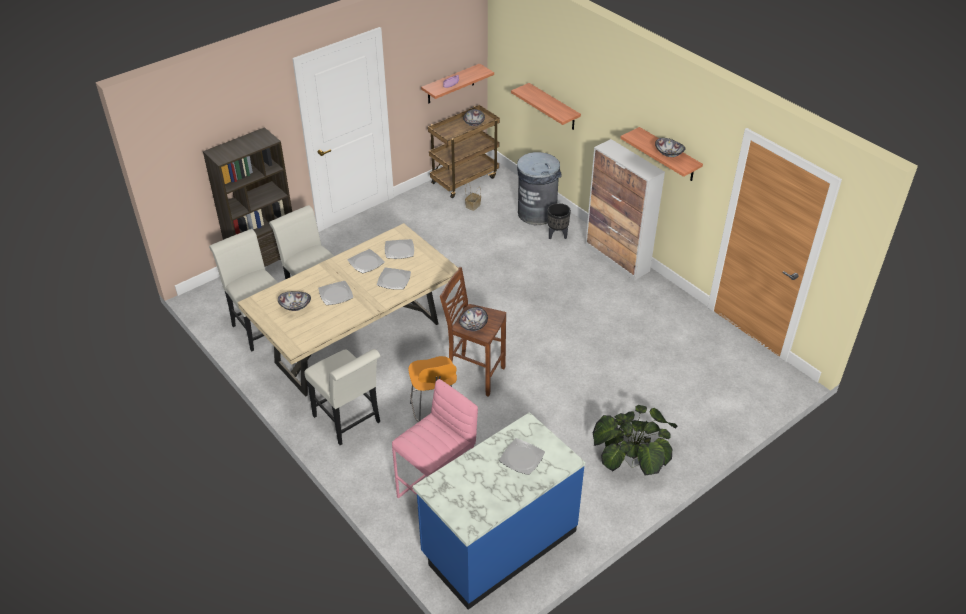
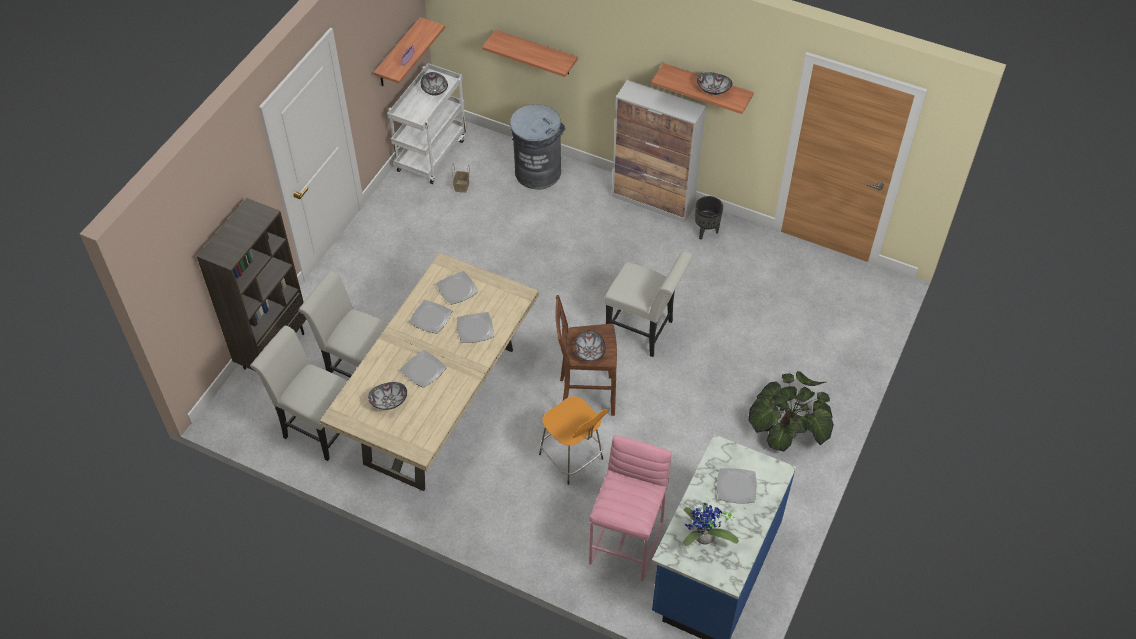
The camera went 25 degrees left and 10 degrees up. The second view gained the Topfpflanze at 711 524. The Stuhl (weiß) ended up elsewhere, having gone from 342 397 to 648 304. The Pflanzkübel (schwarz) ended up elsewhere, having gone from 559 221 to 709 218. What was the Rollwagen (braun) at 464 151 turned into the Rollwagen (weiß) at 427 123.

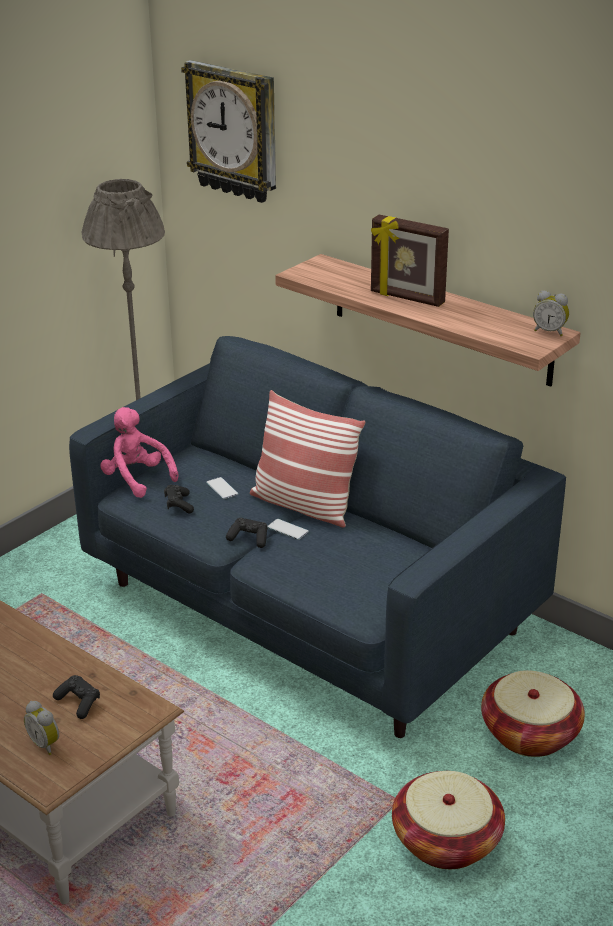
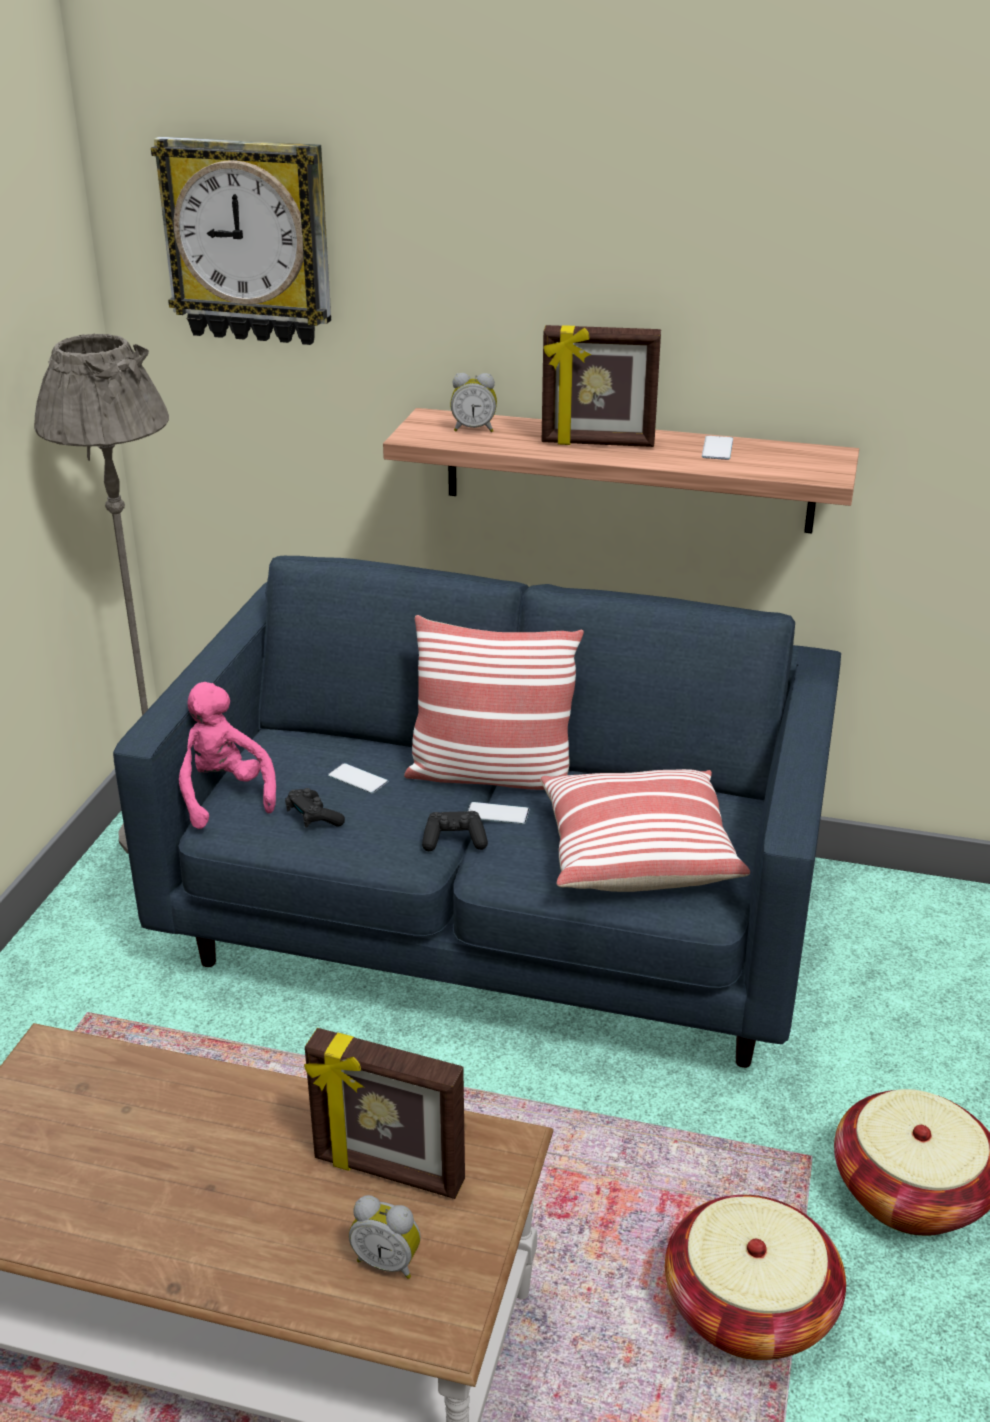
The camera went 25 degrees left and 0 degrees up. The second view gained the Kissen at 645 830. The second view gained the Handy at 717 448. The Korb ended up elsewhere, having gone from 533 713 to 755 1277. The Wecker ended up elsewhere, having gone from 551 313 to 473 402. Where the Gamepad (schwarz) stood at 76 697, the Bilderrahmen came to stand at 384 1113. The Plüschtier (rosa) at 139 452 ended up facing another way, 45 degrees clockwise from before.

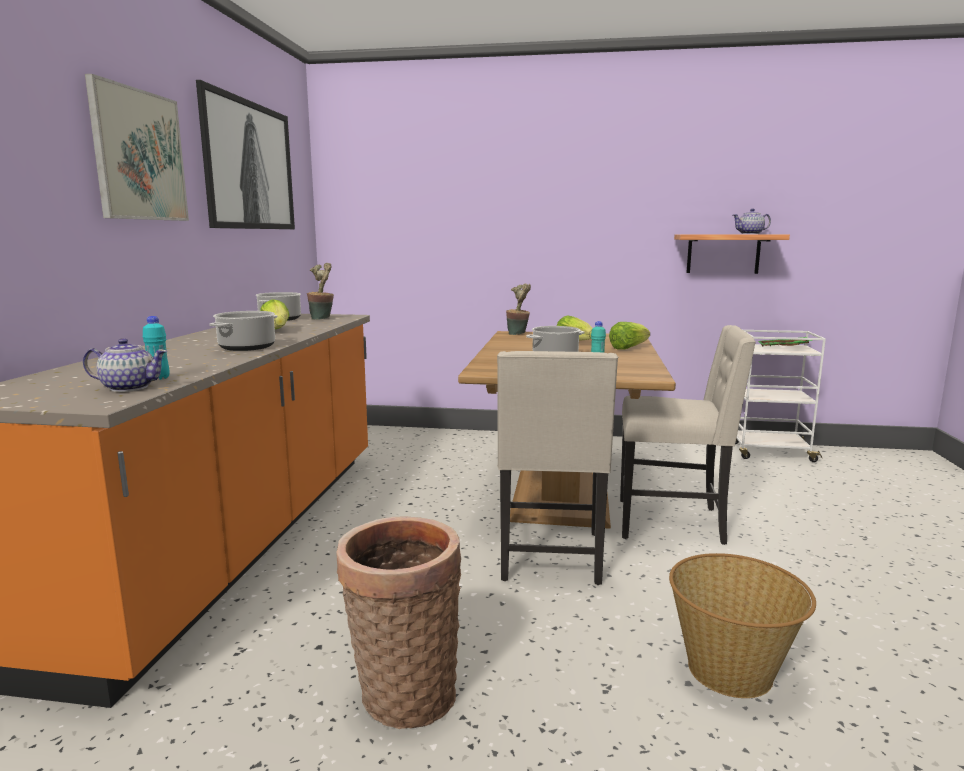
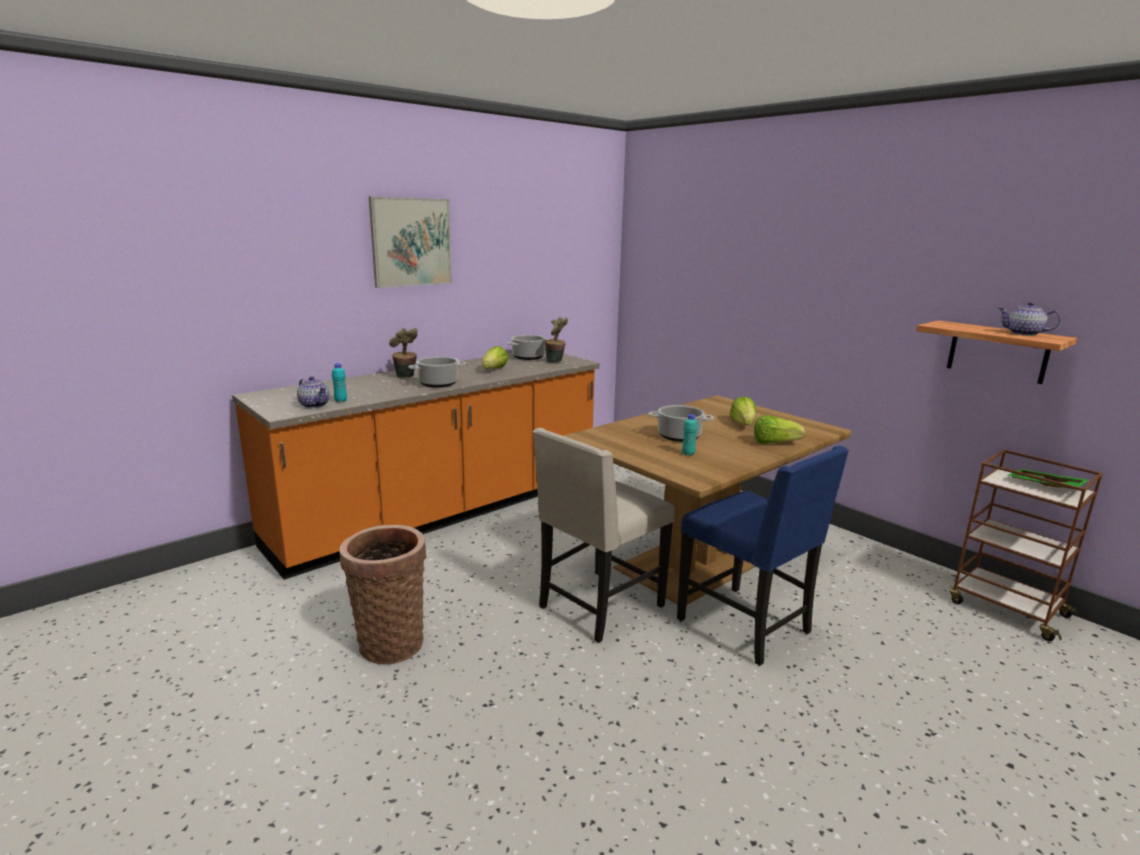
The camera went 40 degrees right and 5 degrees up. The second view lost the Bild at 245 154. The second view lost the Korb at 742 625. The Topfpflanze ended up elsewhere, having gone from 518 309 to 403 353. What was the Stuhl (beige) at 688 435 turned into the Stuhl (blau) at 763 556. What was the Rollwagen (weiß) at 780 396 turned into the Rollwagen (braun) at 1026 545.

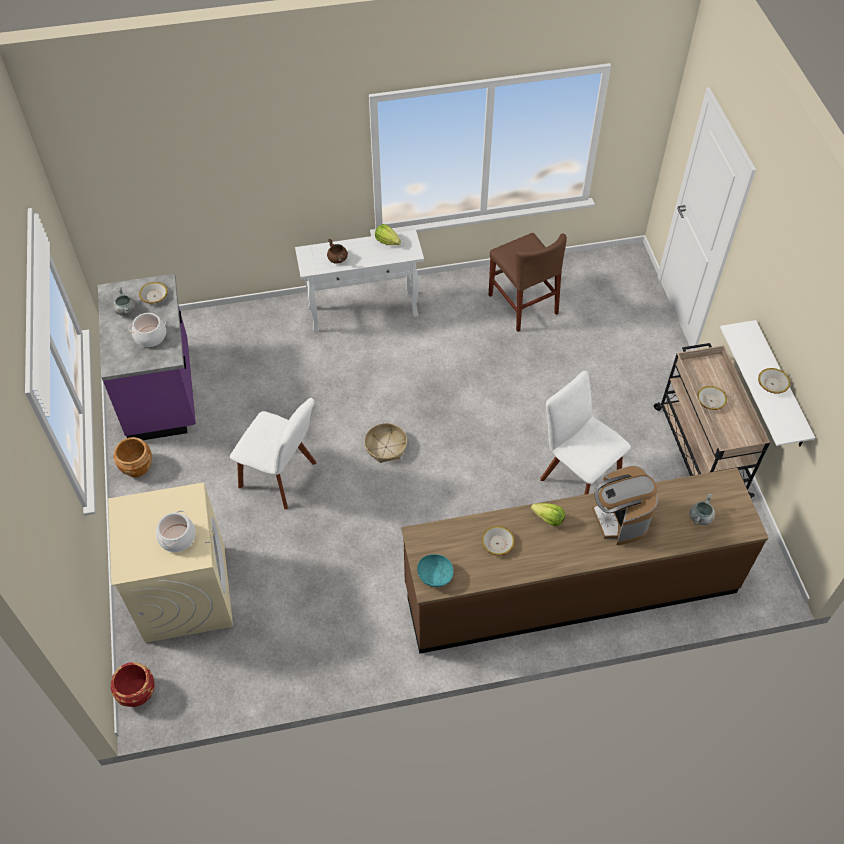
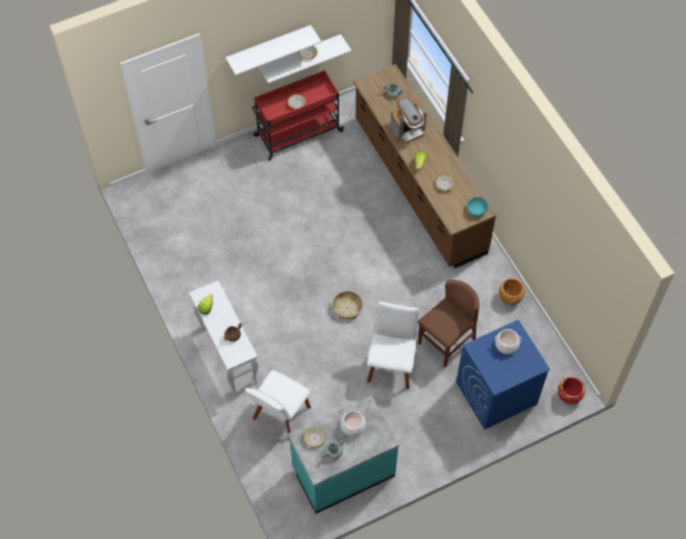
The camera went 105 degrees left and 5 degrees up. The second view gained the Wandregal (weiß) at 273 50. The Pflanzkübel (braun) ended up elsewhere, having gone from 132 457 to 512 291. The Stuhl (braun) ended up elsewhere, having gone from 528 282 to 448 323. The Stuhl (weiß) ended up elsewhere, having gone from 585 433 to 278 405. What was the Küchenzeile (lila) at 147 357 turned into the Küchenzeile (türkis) at 343 454. What was the Waschmaschine (beige) at 170 563 turned into the Waschmaschine (blau) at 503 375. What was the Rollwagen (beige) at 712 421 turned into the Rollwagen (rot) at 298 115.

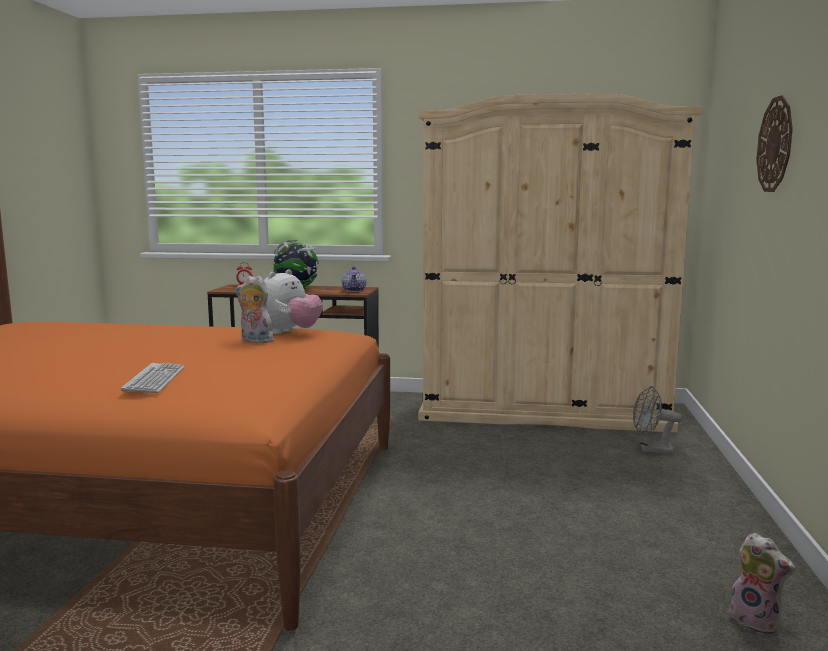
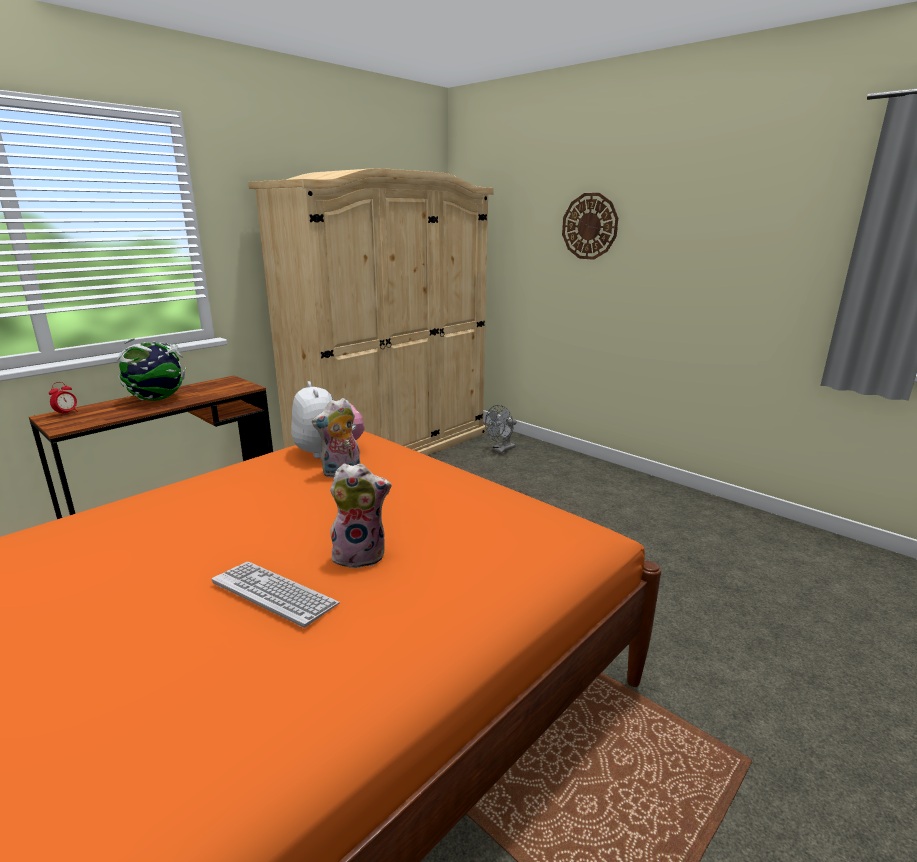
The camera went 55 degrees left and 10 degrees up. The second view lost the Teekanne at 354 279. The Tastatur ended up elsewhere, having gone from 153 378 to 276 595. The Plüschtier ended up elsewhere, having gone from 761 584 to 360 516.

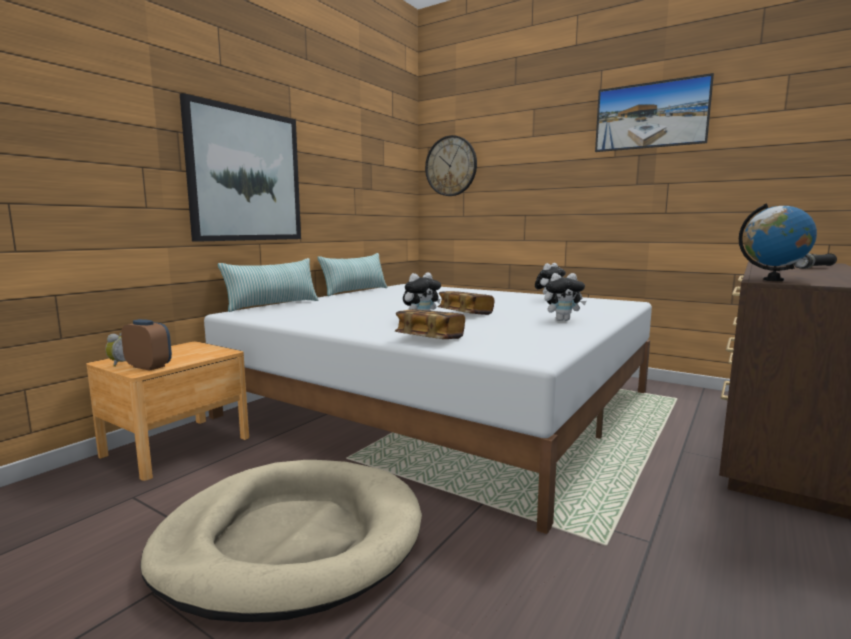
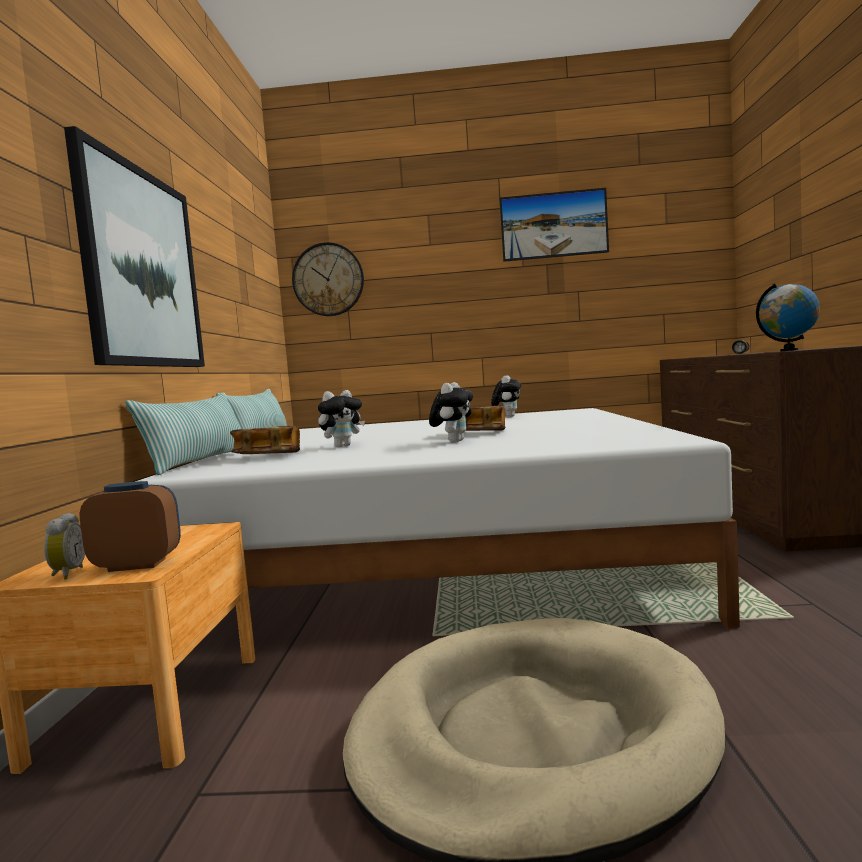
The camera went 30 degrees left and 5 degrees down. The Buch ended up elsewhere, having gone from 430 324 to 265 440. The Plüschtier ended up elsewhere, having gone from 565 297 to 341 418.

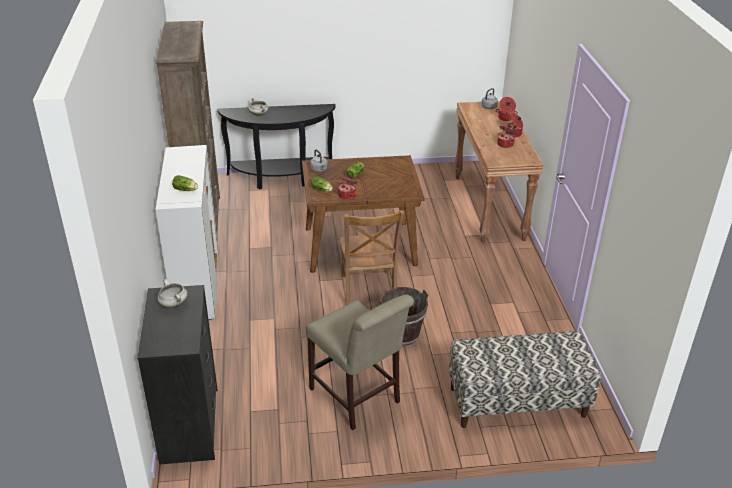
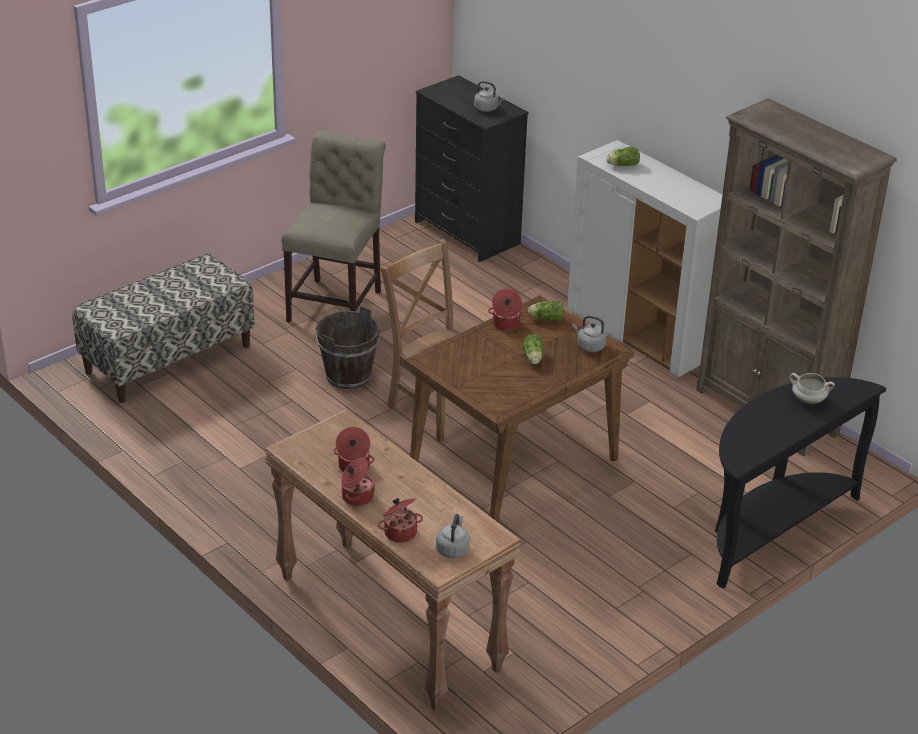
The camera went 145 degrees right and 0 degrees up. Where the Kochtopf (weiß) stood at 172 293, the Wasserkessel (grau) came to stand at 489 96. The Stuhl (beige) at 360 362 ended up facing another way, 90 degrees clockwise from before.

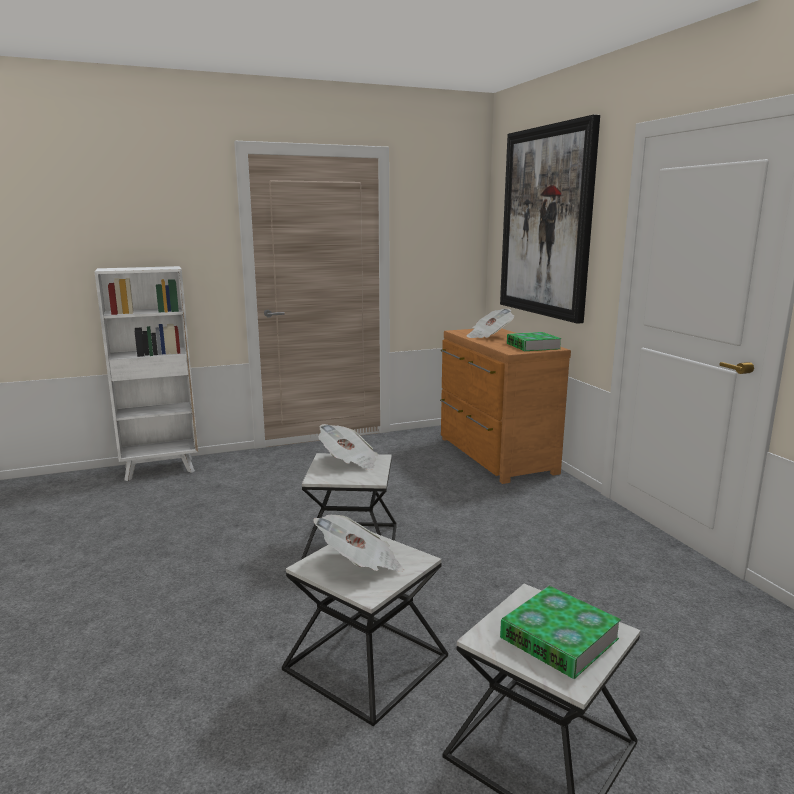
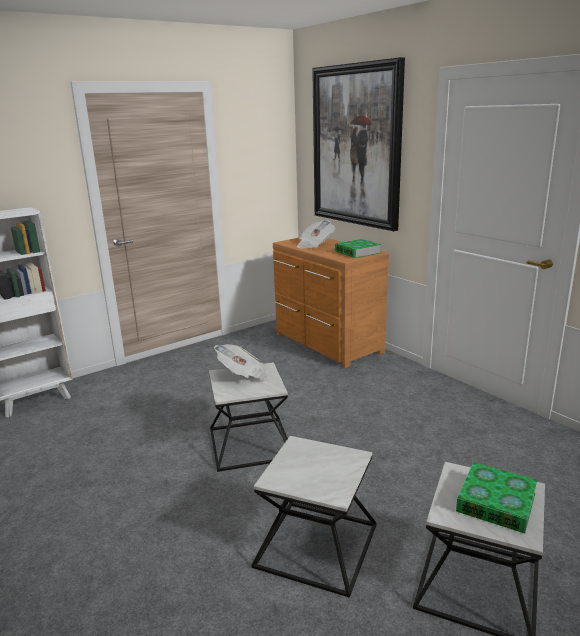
The camera went 15 degrees left and 5 degrees up. The second view lost the Zeitung at 358 543.

